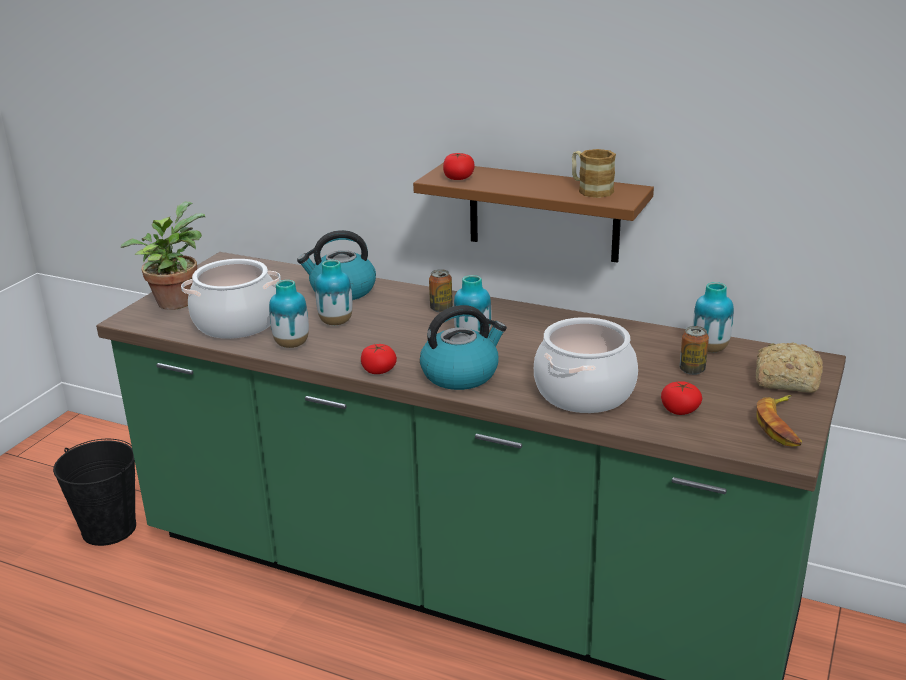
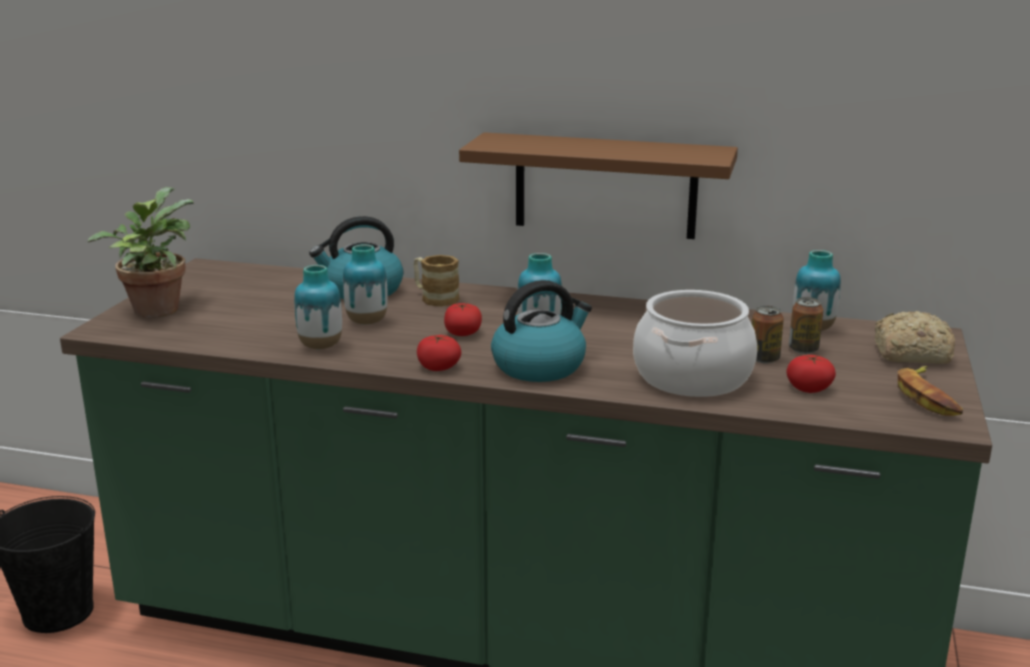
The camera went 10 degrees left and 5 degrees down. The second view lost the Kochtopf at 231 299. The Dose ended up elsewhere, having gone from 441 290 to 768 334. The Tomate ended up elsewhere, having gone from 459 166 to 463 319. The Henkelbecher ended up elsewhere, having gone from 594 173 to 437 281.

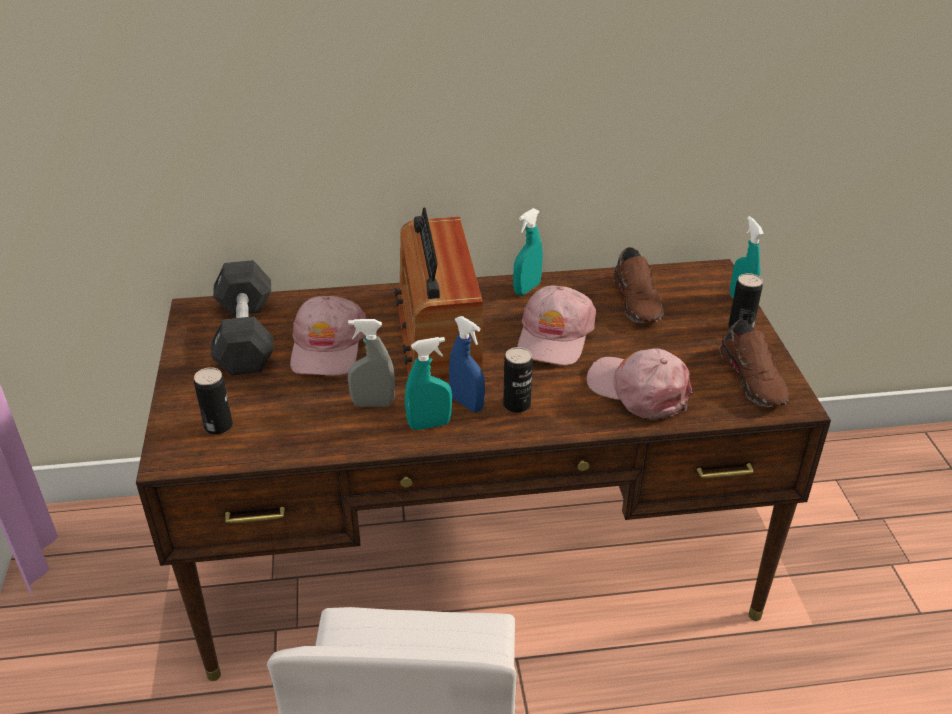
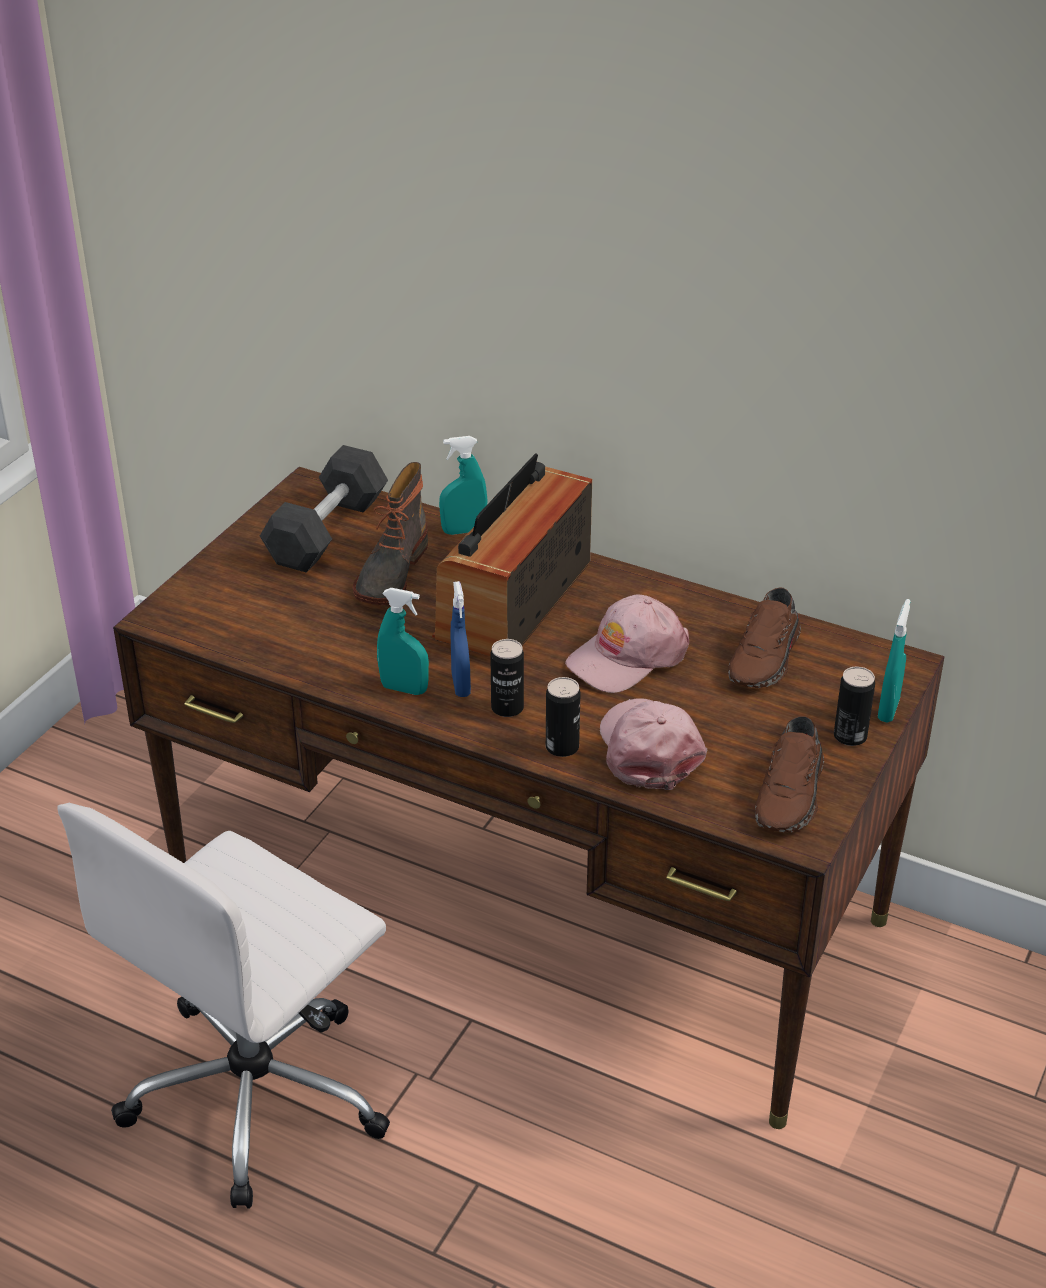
The camera went 35 degrees right and 0 degrees up. The second view lost the Sprühflasche (grau) at 371 363. The Dose ended up elsewhere, having gone from 213 401 to 563 717. The Sprühflasche (türkis) ended up elsewhere, having gone from 528 251 to 463 485. Where the Kappe (rosa) stood at 328 336, the Stiefel came to stand at 390 533.

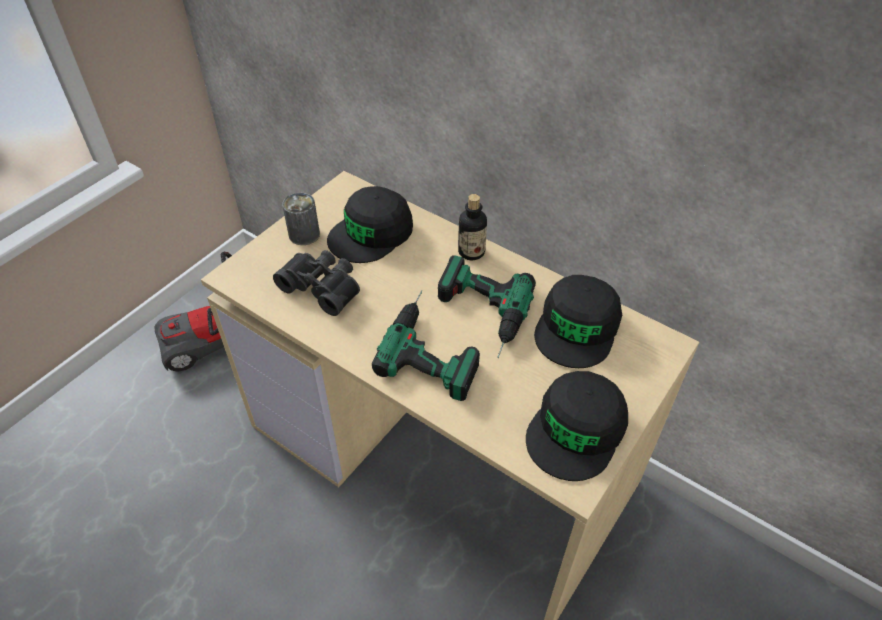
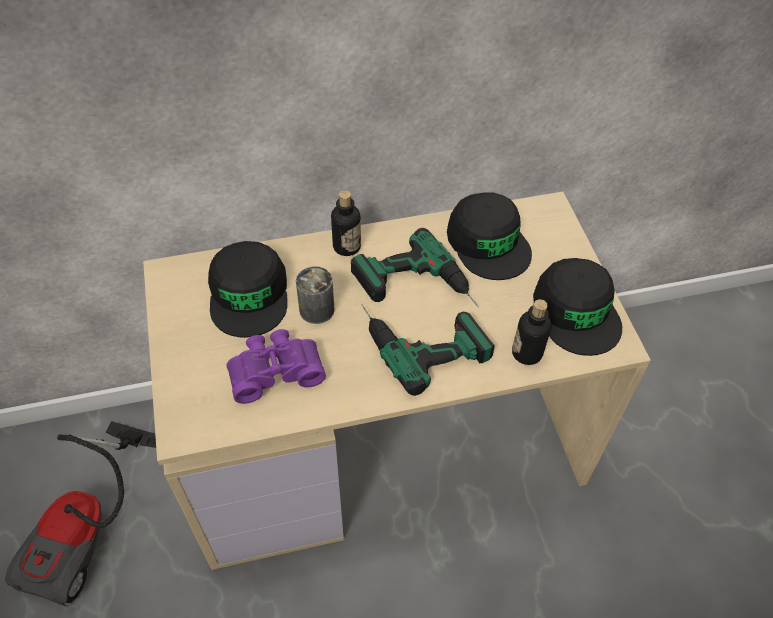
The camera went 50 degrees left and 5 degrees up. The second view gained the Flasche at 532 332. The Dose ended up elsewhere, having gone from 301 219 to 315 295. What was the Fernglas (schwarz) at 316 283 turned into the Fernglas (lila) at 276 366.

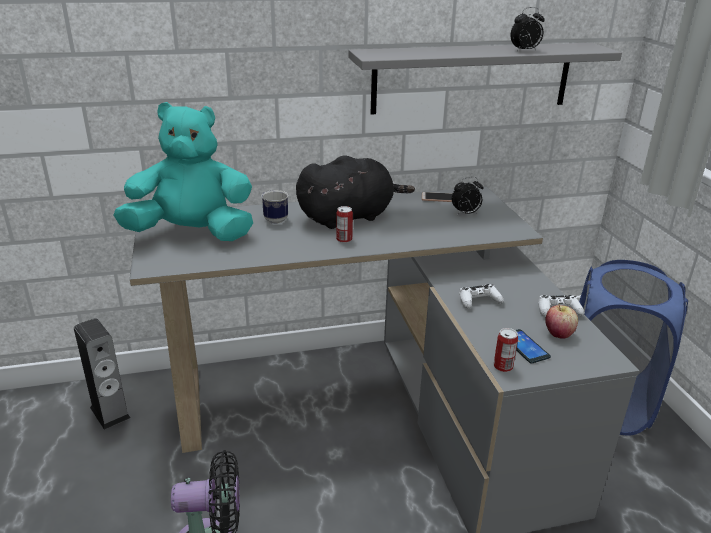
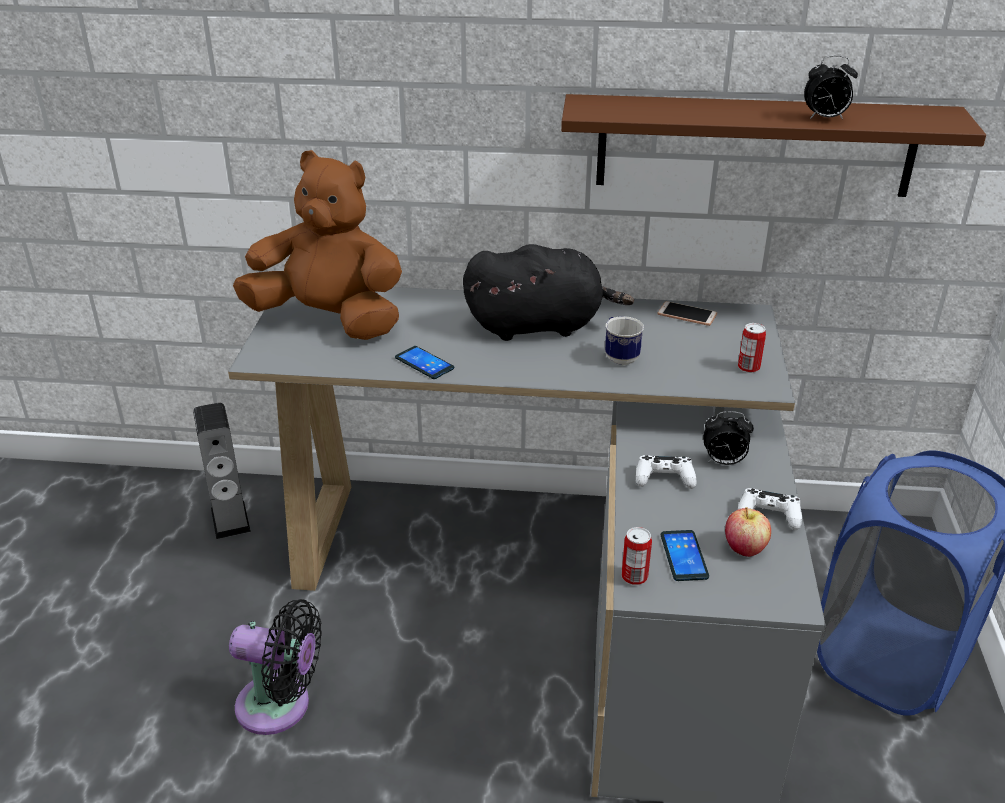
The camera went 20 degrees right and 5 degrees up. The second view gained the Handy at 424 362. The Henkelbecher ended up elsewhere, having gone from 274 207 to 624 340. The Dose ended up elsewhere, having gone from 344 224 to 752 348. The Wecker ended up elsewhere, having gone from 468 196 to 728 438. What was the Plüschtier (türkis) at 183 171 turned into the Plüschtier (braun) at 317 245. What was the Wandregal (grau) at 485 79 turned into the Wandregal (braun) at 773 145.

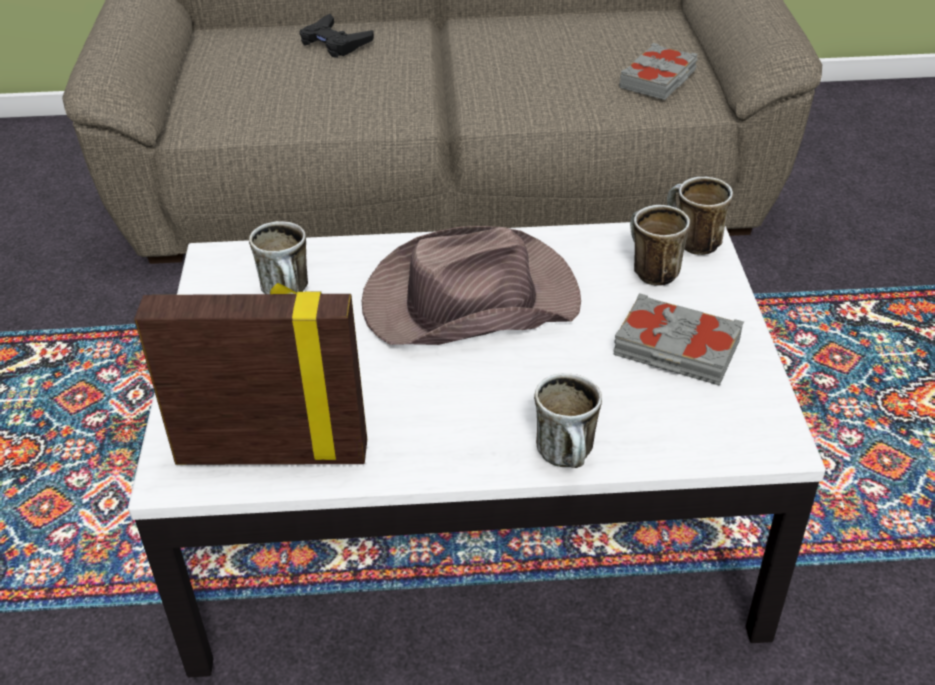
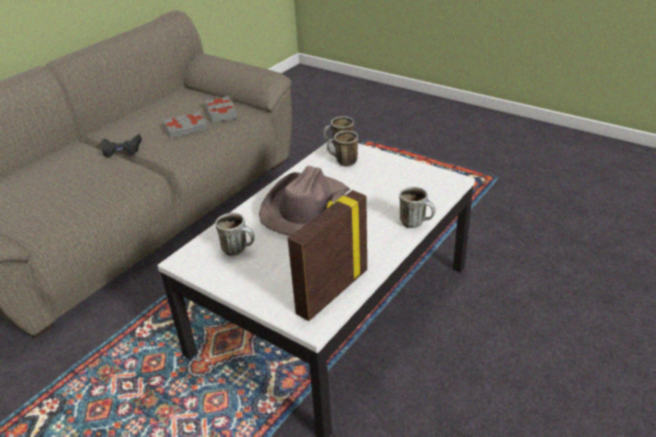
The camera went 50 degrees left and 5 degrees down. The Gamepad (schwarz) ended up elsewhere, having gone from 336 36 to 121 146. The Buch (grau) ended up elsewhere, having gone from 678 339 to 185 124.

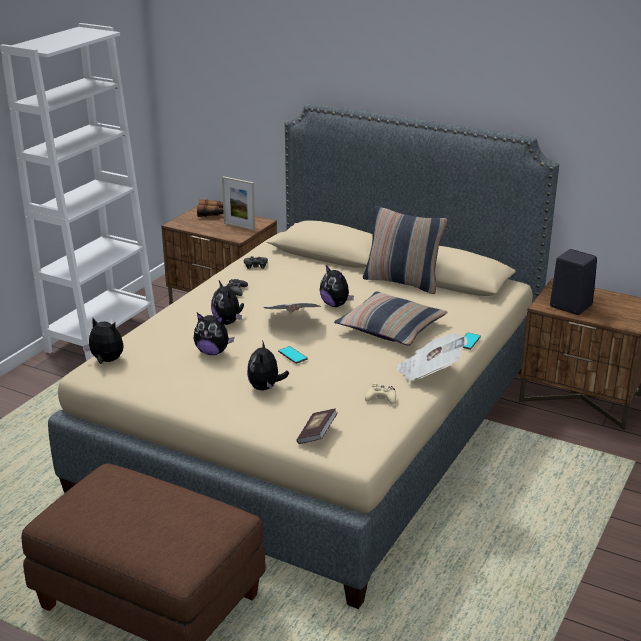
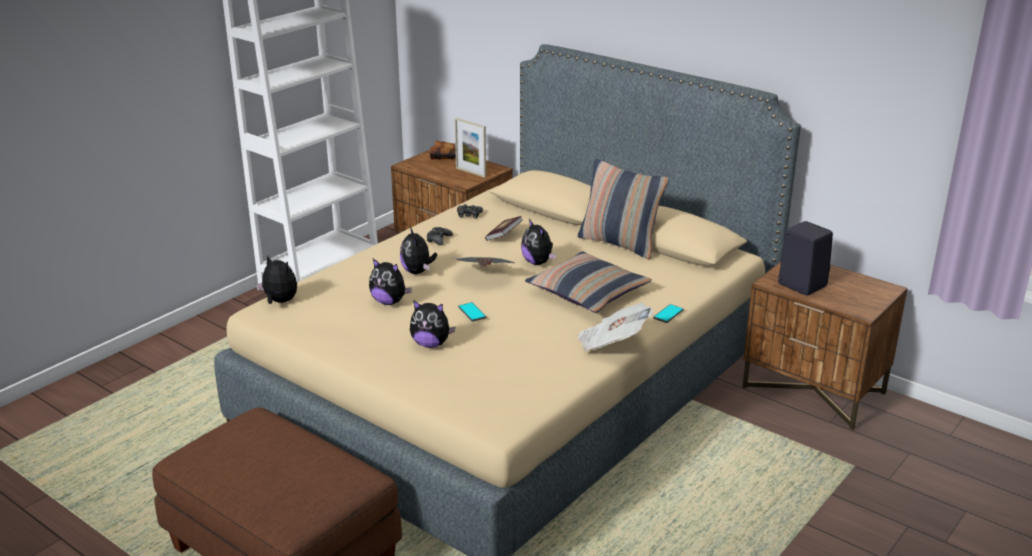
The camera went 10 degrees right and 0 degrees up. The second view lost the Gamepad (beige) at 380 394. The Buch ended up elsewhere, having gone from 317 426 to 504 228. The Plüschtier at 268 365 ended up facing another way, 90 degrees counterclockwise from before.

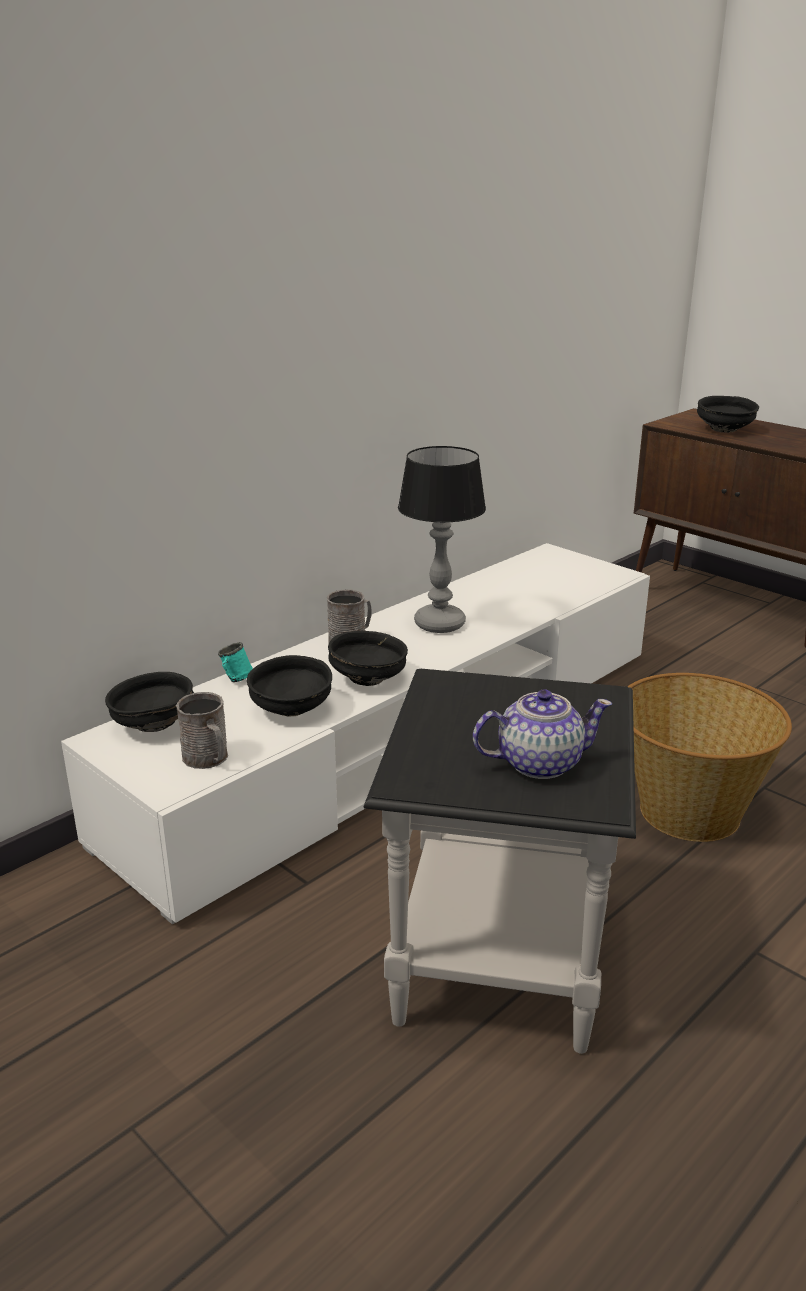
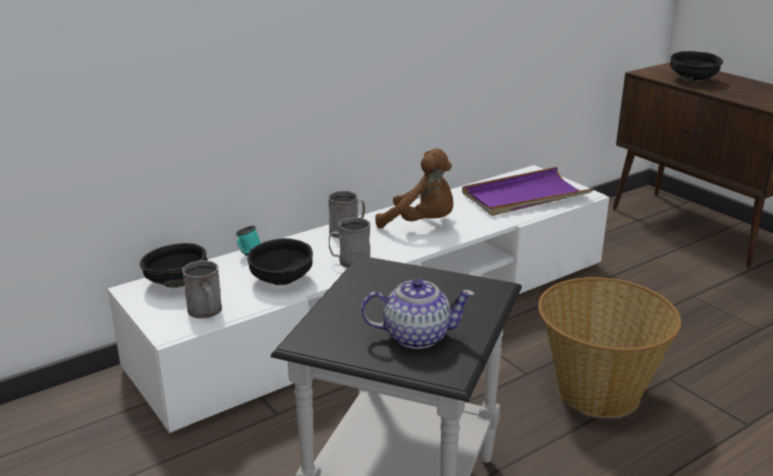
The camera went 10 degrees right and 0 degrees up. The second view gained the Tablett (lila) at 528 191. Where the Schüssel (schwarz) stood at 368 658, the Henkelbecher (grau) came to stand at 350 242. Where the Tischlampe stood at 442 539, the Plüschtier (braun) came to stand at 414 188.

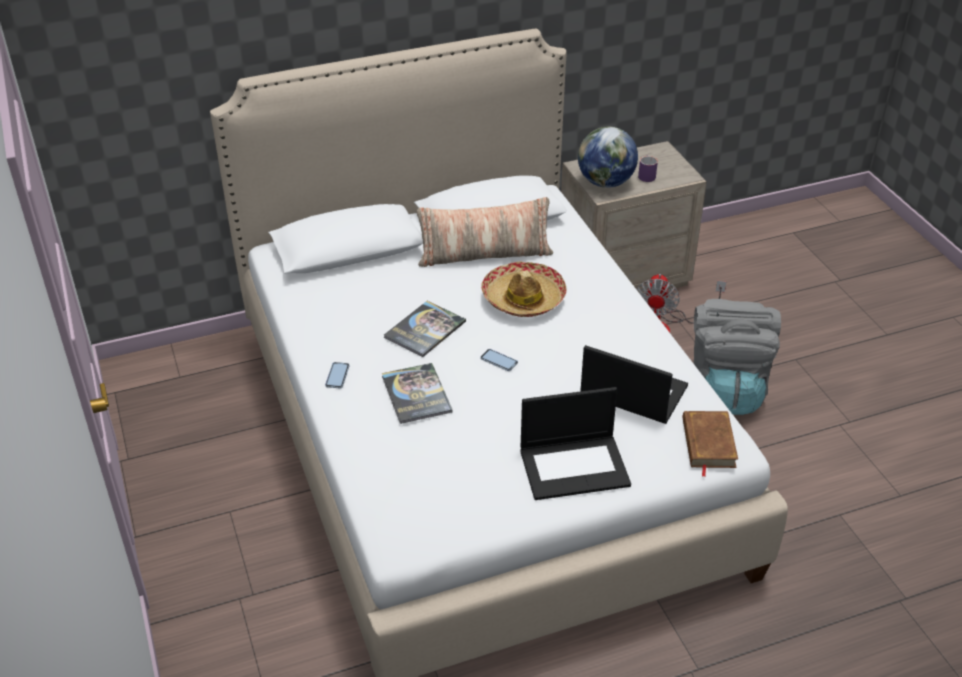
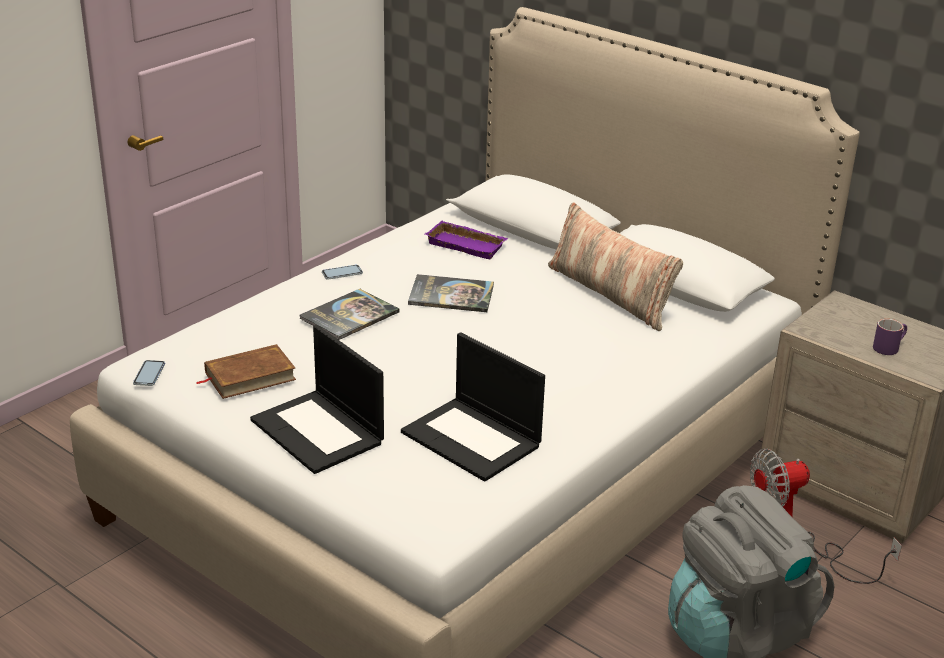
The camera went 60 degrees right and 10 degrees down. The second view lost the Hut at 524 289. The second view lost the Globus at 608 157. The second view gained the Tablett (lila) at 466 240. The Handy ended up elsewhere, having gone from 499 360 to 149 373. The Buch (braun) ended up elsewhere, having gone from 710 444 to 246 371. The Laptop at 634 384 ended up facing another way, 135 degrees clockwise from before.

